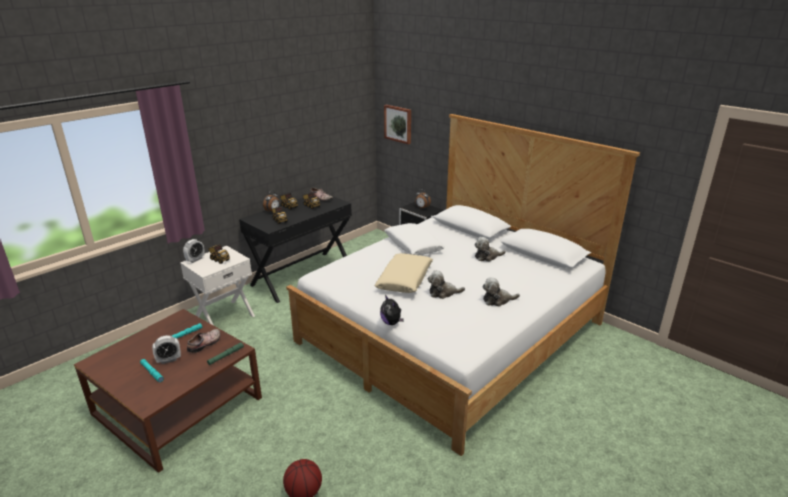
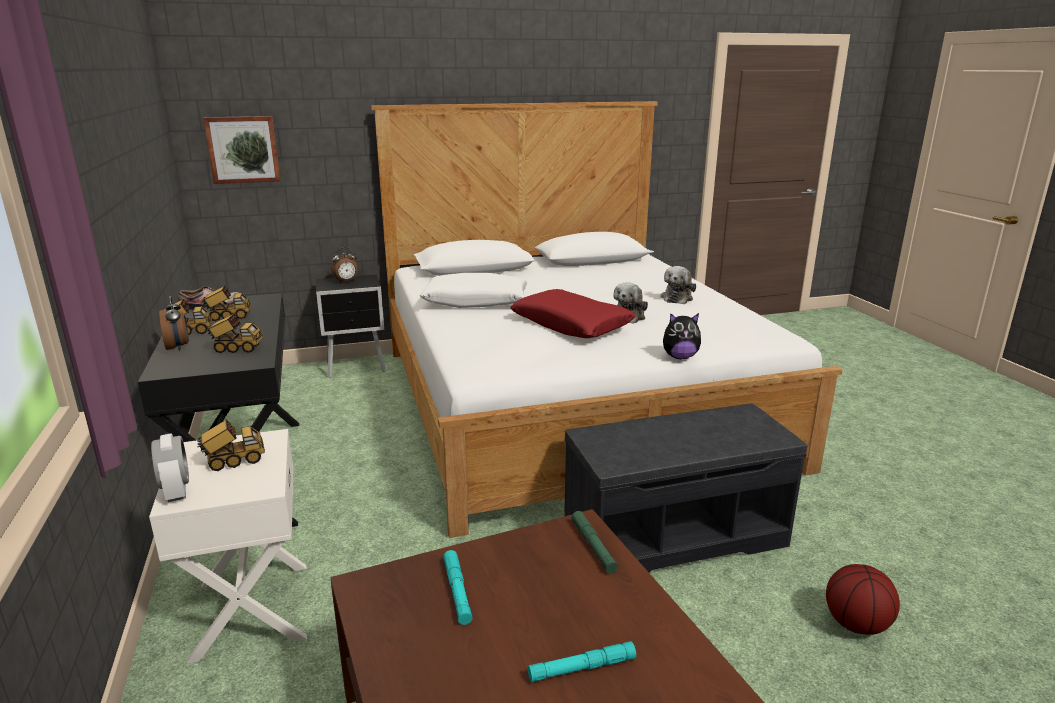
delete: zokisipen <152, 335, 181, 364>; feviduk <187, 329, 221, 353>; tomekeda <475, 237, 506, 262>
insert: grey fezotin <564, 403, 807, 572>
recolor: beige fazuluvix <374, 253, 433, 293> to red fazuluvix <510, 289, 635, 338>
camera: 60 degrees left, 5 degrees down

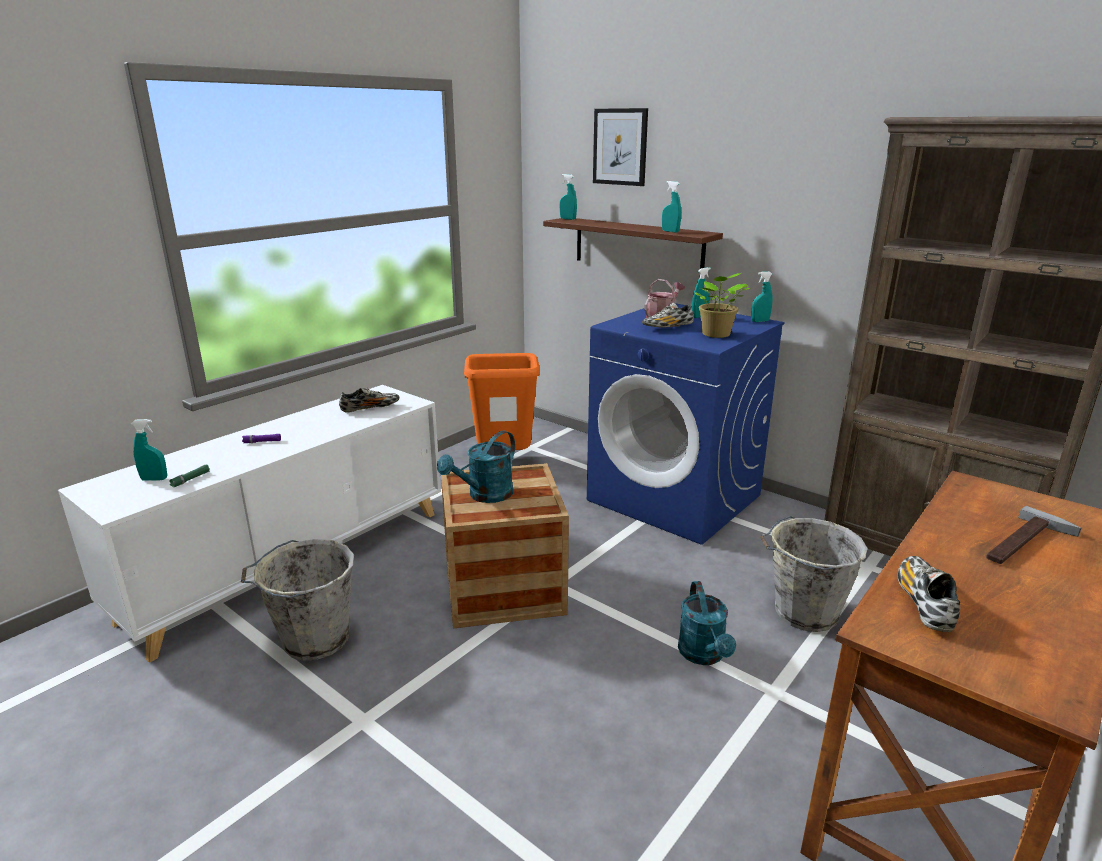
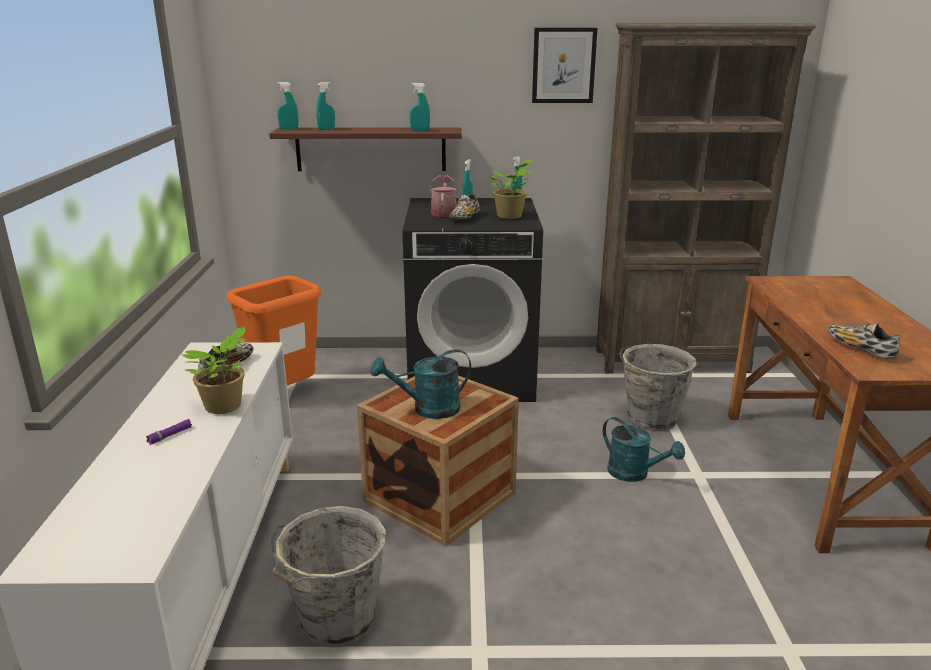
delete: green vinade <169, 464, 210, 488>; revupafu <986, 506, 1081, 564>
insert: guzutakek <182, 326, 246, 414>
move: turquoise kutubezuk <131, 419, 167, 481> to <316, 82, 335, 130>; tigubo <593, 108, 648, 186> to <532, 28, 597, 103>
recolor: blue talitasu <587, 303, 785, 545> to black talitasu <403, 198, 543, 402>
rotate: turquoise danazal <437, 430, 515, 503> = <371, 349, 471, 419> 75 degrees clockwise
camera: 40 degrees left, 0 degrees up

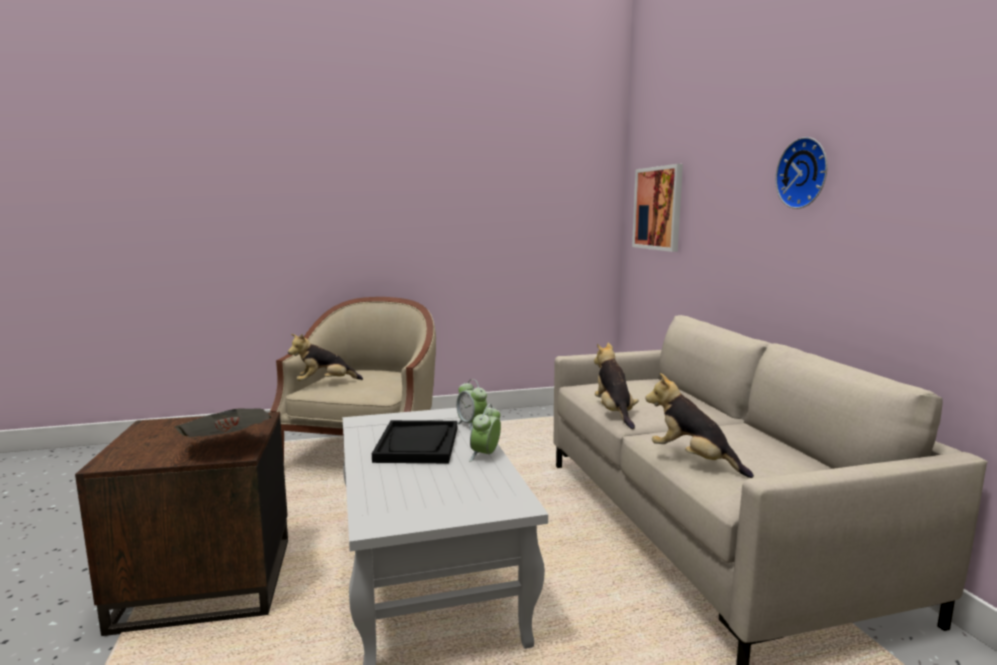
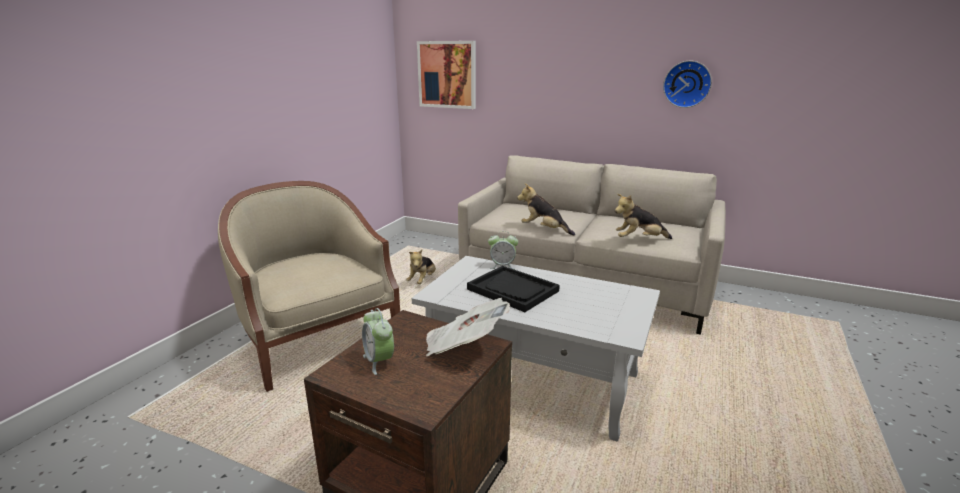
move: zokisipen <469, 404, 501, 461> to <362, 308, 394, 375>; tomekeda <288, 334, 363, 381> to <406, 250, 436, 284>; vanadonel <775, 137, 827, 209> to <663, 61, 712, 108>
camera: 50 degrees left, 10 degrees up

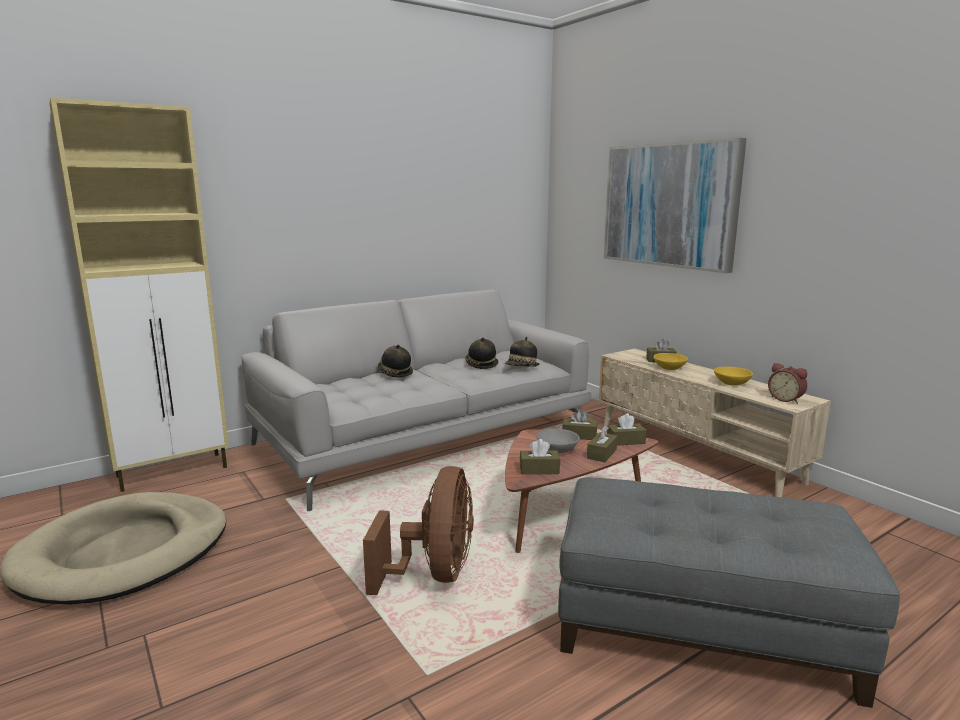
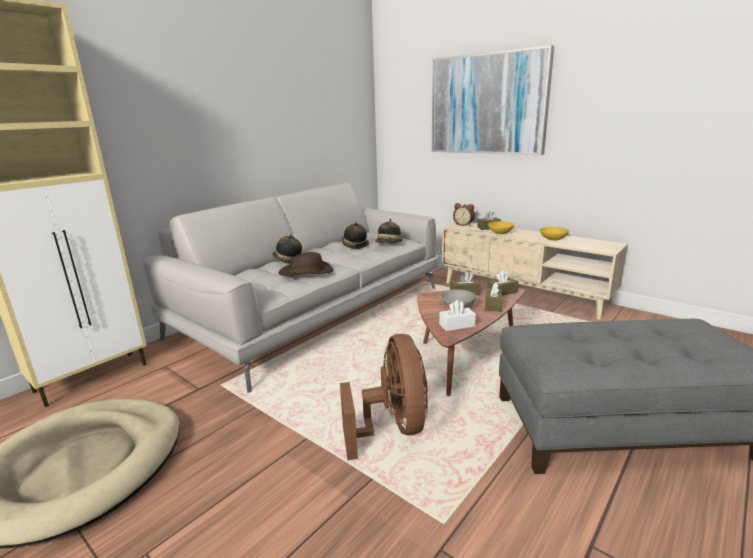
insert: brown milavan <278, 252, 333, 276>
move: zokisipen <768, 363, 807, 404> to <453, 203, 475, 226>
recolor: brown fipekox <520, 439, 560, 474> to white fipekox <439, 300, 476, 331>
camera: 15 degrees left, 5 degrees up

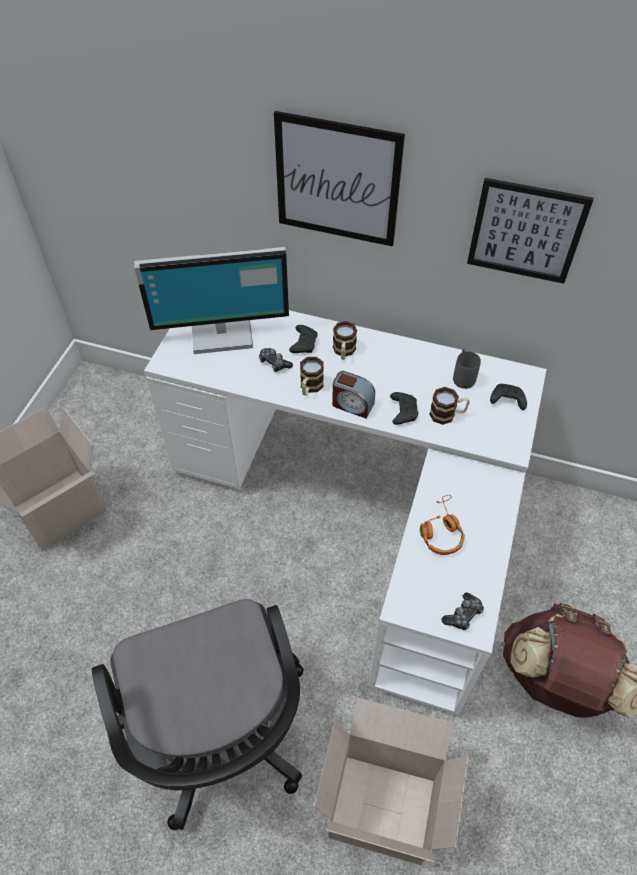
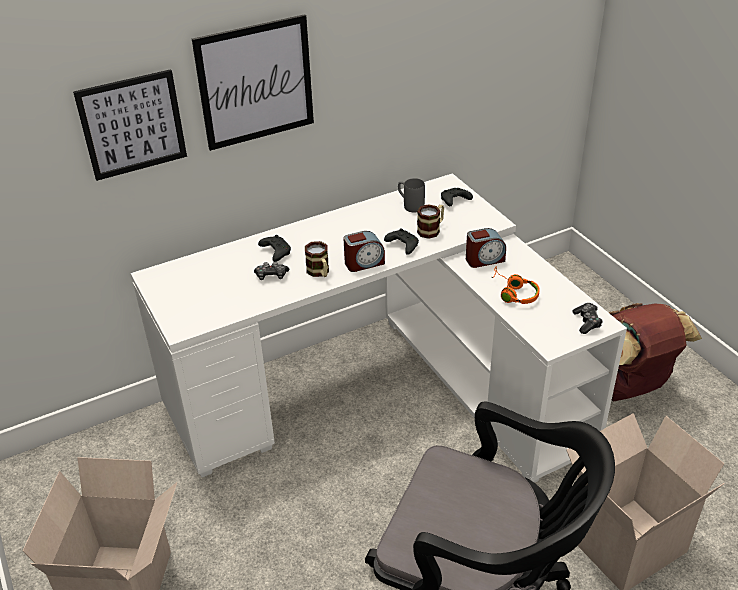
delete: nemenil <134, 247, 289, 354>; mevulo <333, 321, 357, 360>
insert: zokisipen <466, 228, 506, 268>
move: tigubo <467, 178, 594, 284> to <73, 69, 187, 181>
camera: 45 degrees left, 15 degrees down

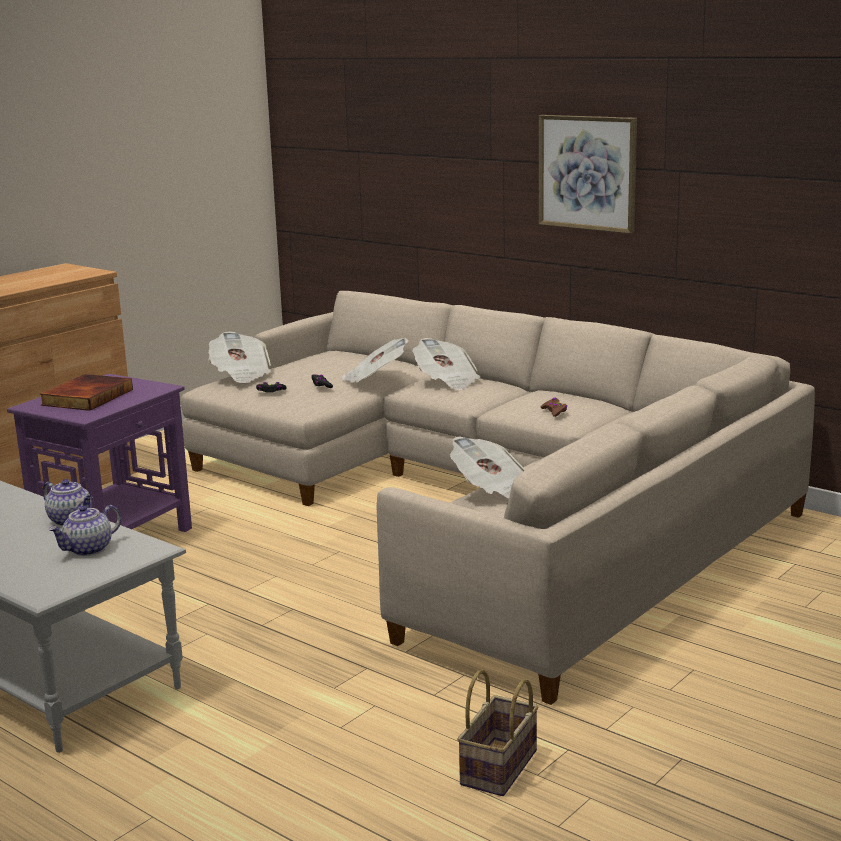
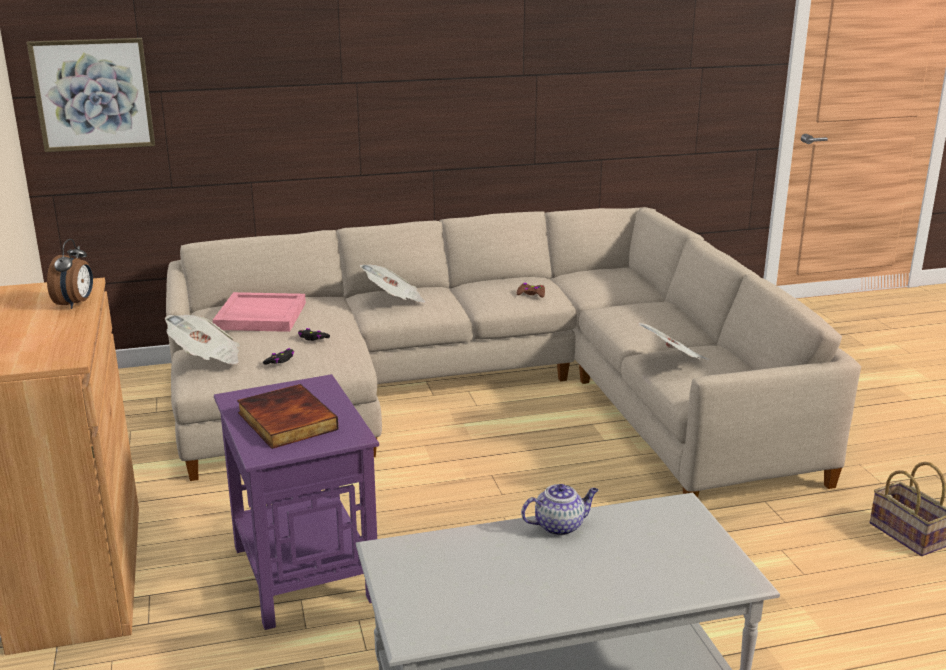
delete: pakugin <48, 505, 121, 556>; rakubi <341, 338, 409, 383>
insert: zokisipen <47, 239, 93, 309>; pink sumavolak <213, 292, 306, 332>
move: tigubo <539, 115, 637, 234> to <27, 38, 155, 152>
camera: 55 degrees left, 5 degrees up

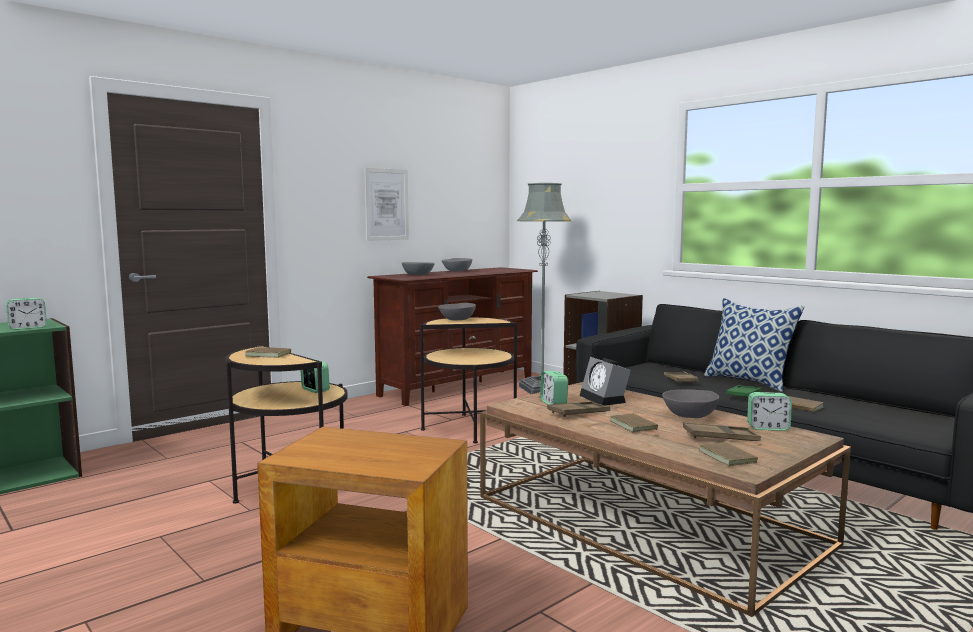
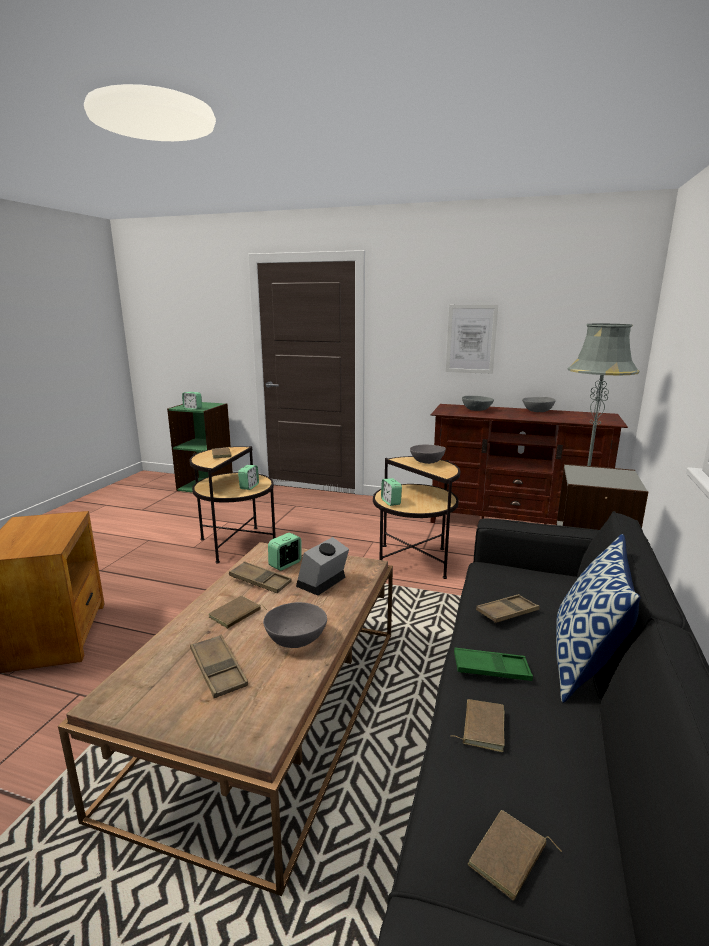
move: zokisipen <747, 392, 792, 431> to <381, 478, 402, 506>; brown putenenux <699, 441, 758, 466> to <468, 810, 562, 901>
camera: 60 degrees right, 10 degrees up

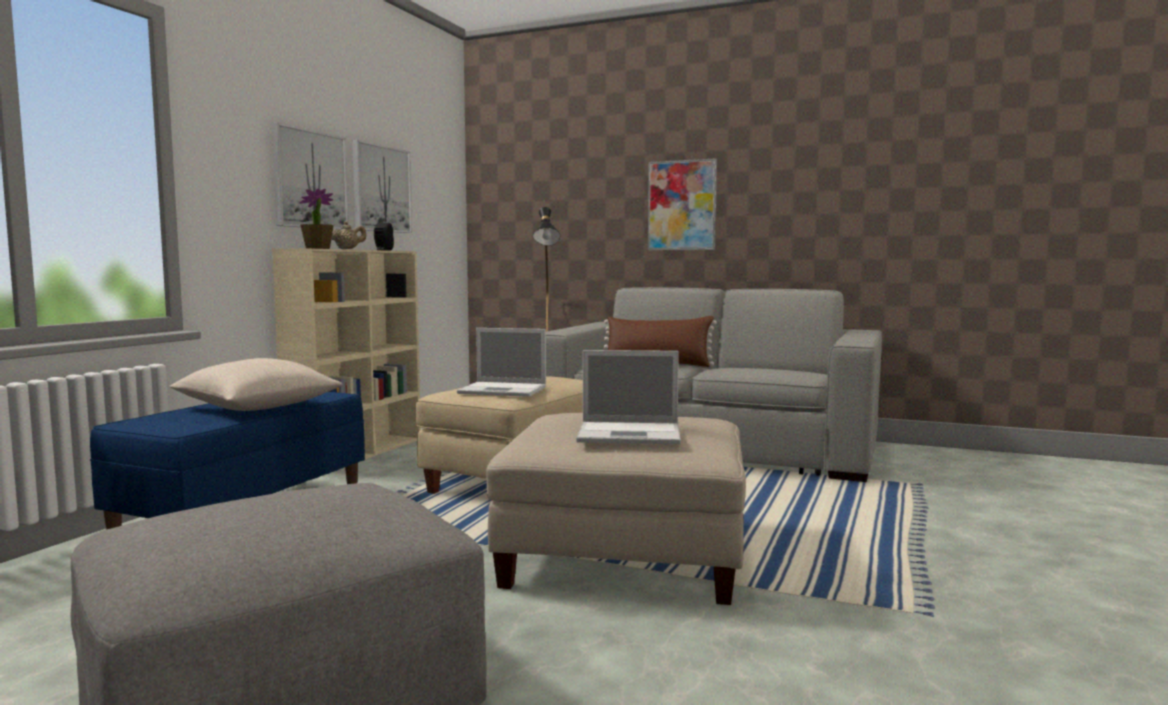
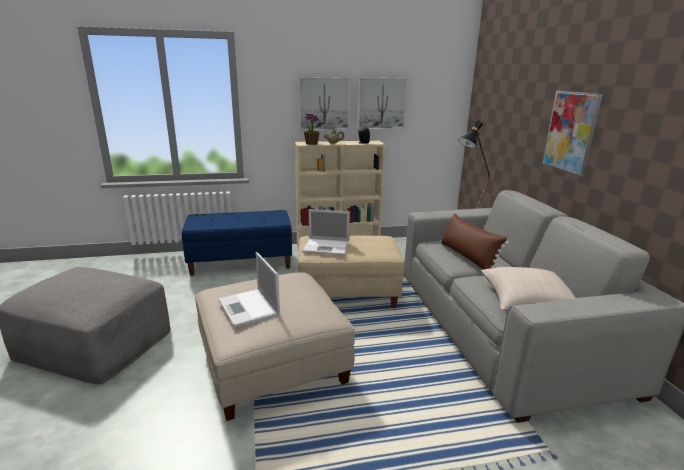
move: beige fazuluvix <169, 358, 343, 411> to <481, 267, 576, 311>
rotate: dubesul <457, 328, 546, 397> = <302, 209, 350, 255> 60 degrees counterclockwise
camera: 55 degrees right, 15 degrees up

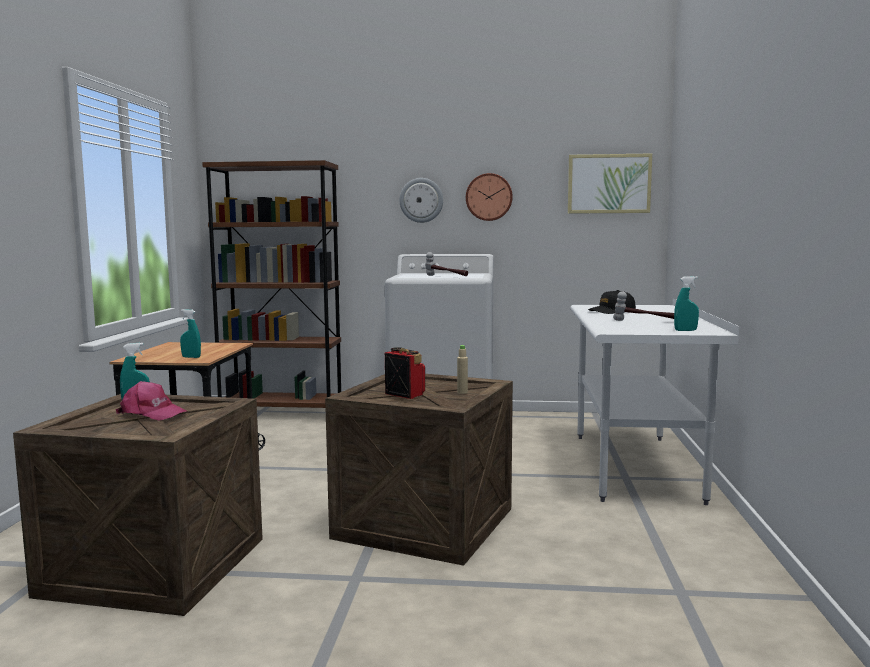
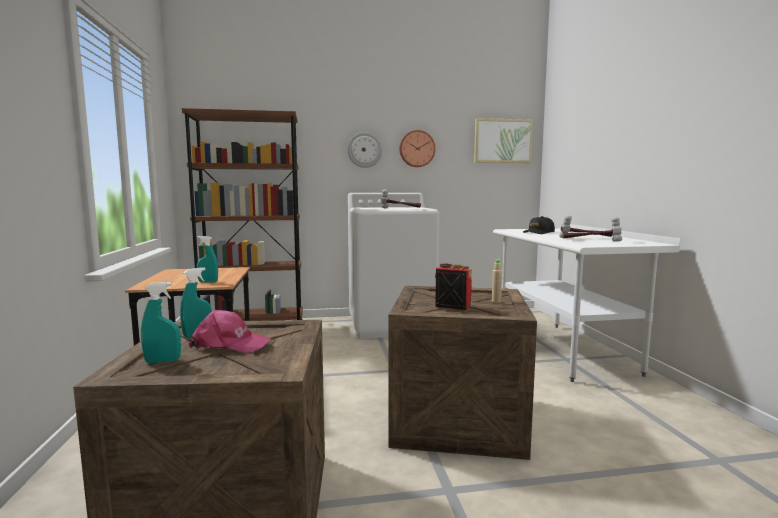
insert: revupafu <563, 217, 622, 242>
move: turquoise kutubezuk <674, 276, 699, 331> to <141, 282, 181, 363>
camera: 15 degrees left, 0 degrees up

